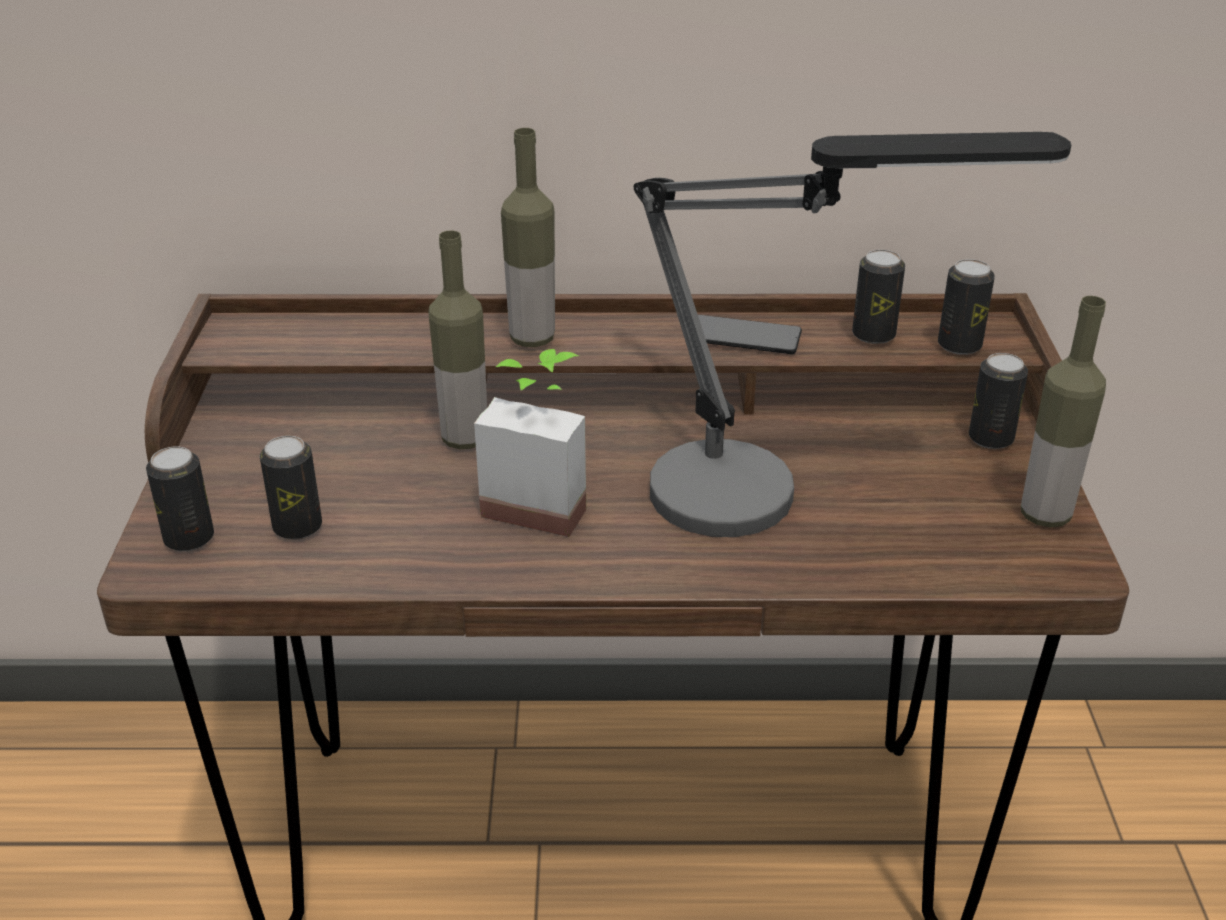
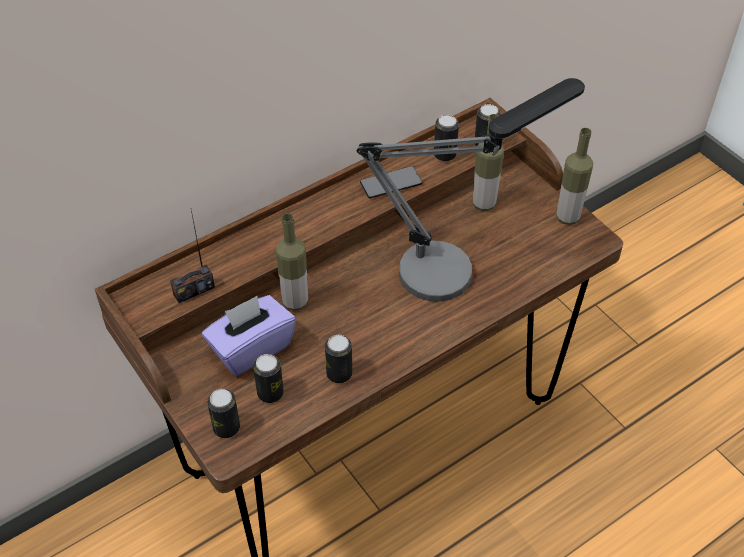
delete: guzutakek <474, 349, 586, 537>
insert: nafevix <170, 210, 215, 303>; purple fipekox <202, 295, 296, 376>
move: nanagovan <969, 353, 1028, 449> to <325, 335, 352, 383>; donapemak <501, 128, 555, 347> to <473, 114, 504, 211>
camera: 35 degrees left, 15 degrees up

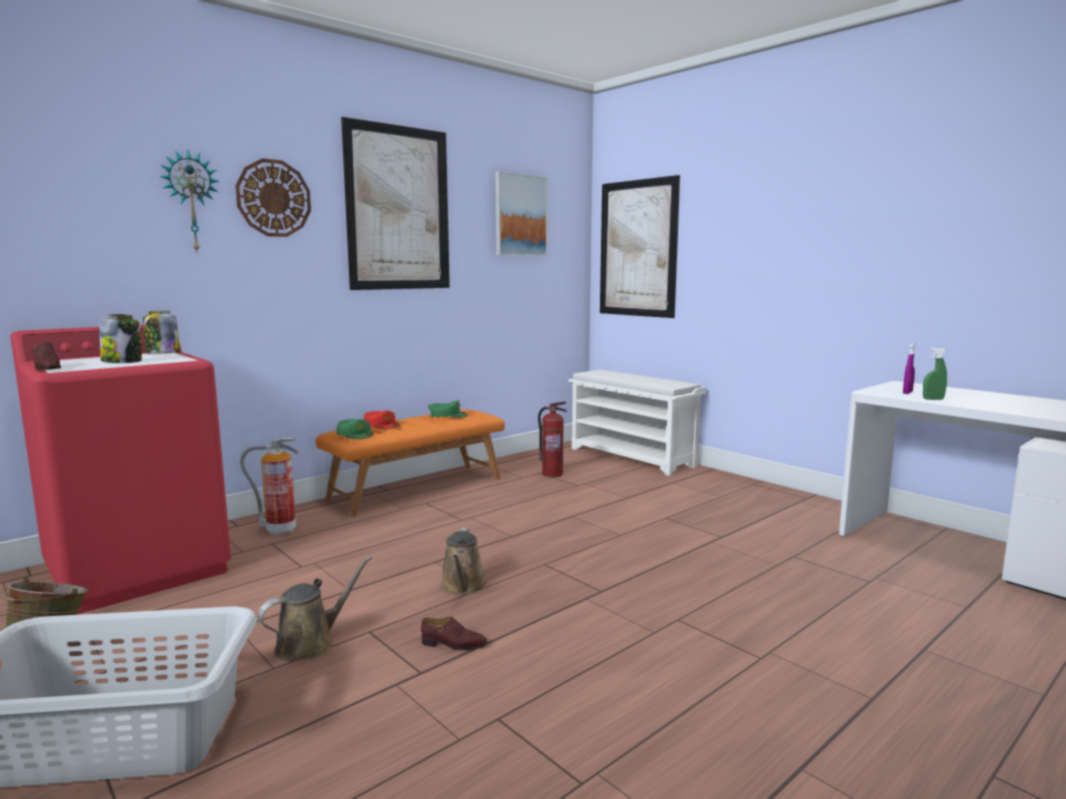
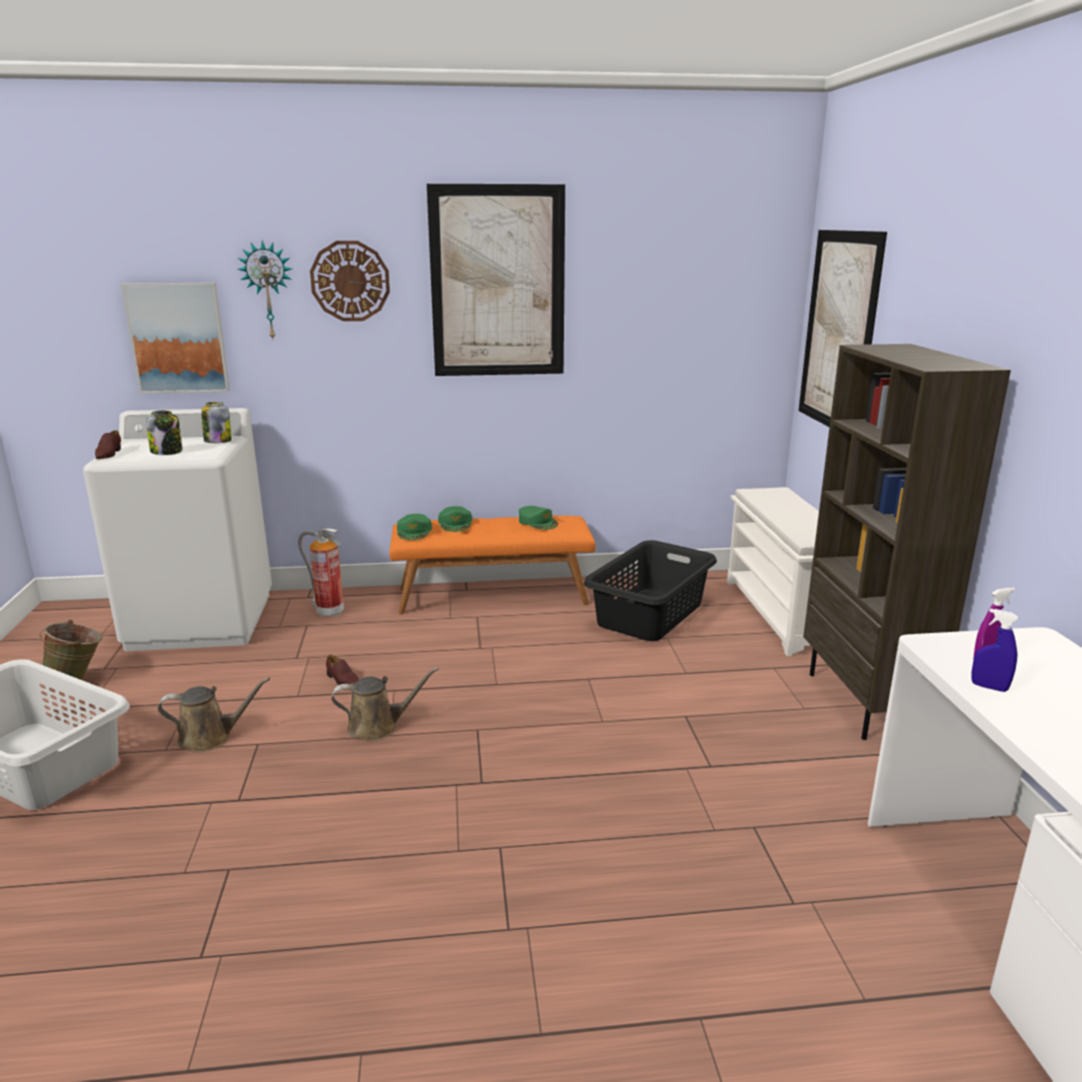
insert: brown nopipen <803, 344, 1011, 740>
move: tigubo <495, 171, 548, 256> to <121, 283, 230, 394>; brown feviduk <421, 616, 487, 651> to <326, 655, 359, 685>
replace: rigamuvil <538, 401, 567, 477> to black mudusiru <584, 540, 717, 641>
recolor: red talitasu <10, 325, 231, 614> to white talitasu <83, 408, 272, 651>; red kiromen <364, 410, 400, 429> to green kiromen <438, 506, 472, 532>; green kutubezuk <923, 347, 947, 400> to blue kutubezuk <971, 609, 1019, 692>
rotate: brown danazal <440, 528, 487, 595> = <332, 667, 439, 741> 135 degrees counterclockwise
camera: 35 degrees right, 10 degrees up

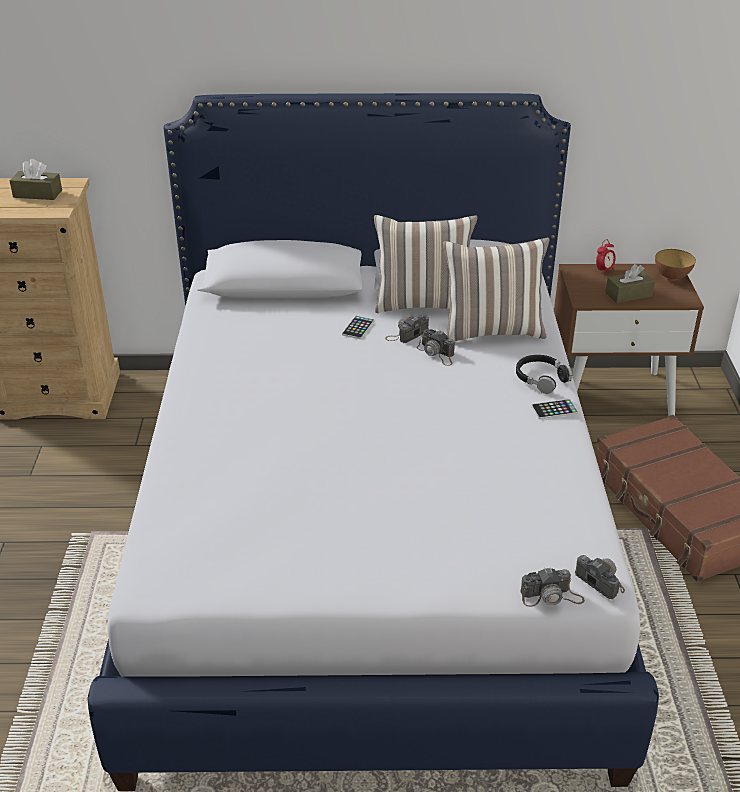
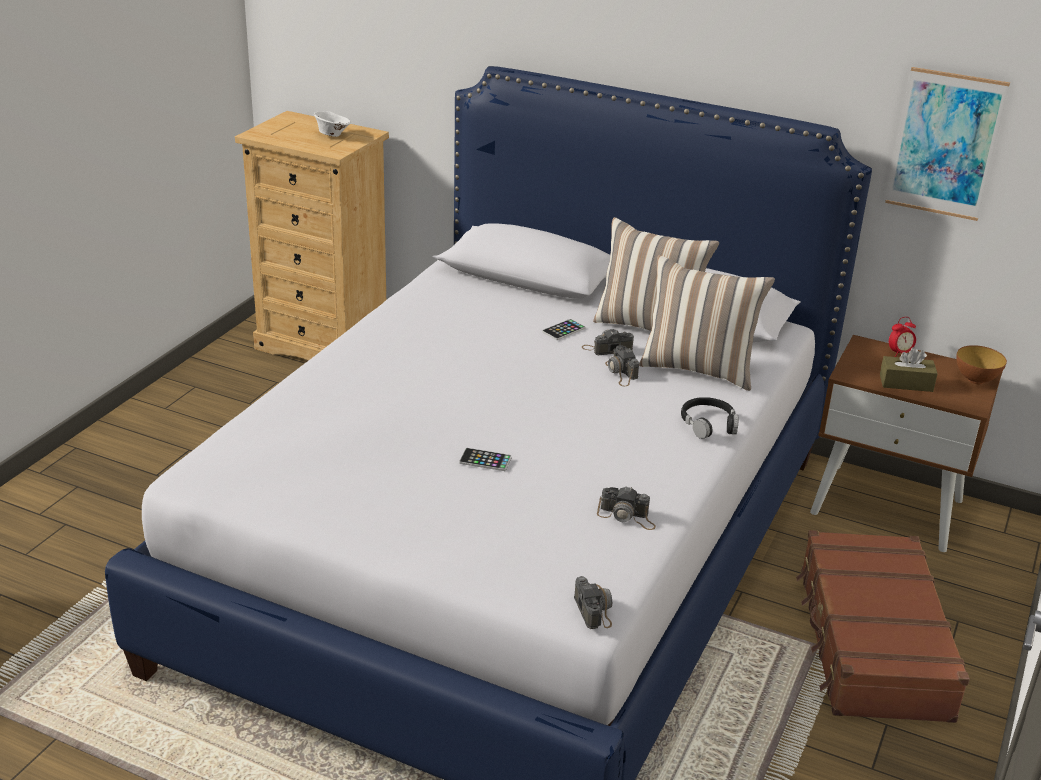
insert: tigubo <885, 67, 1010, 221>
move: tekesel <531, 399, 578, 419> to <459, 448, 512, 471>; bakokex <520, 567, 585, 607> to <597, 487, 656, 530>
replace: brown fipekox <9, 159, 62, 200> to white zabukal <314, 111, 351, 137>
camera: 25 degrees right, 5 degrees down

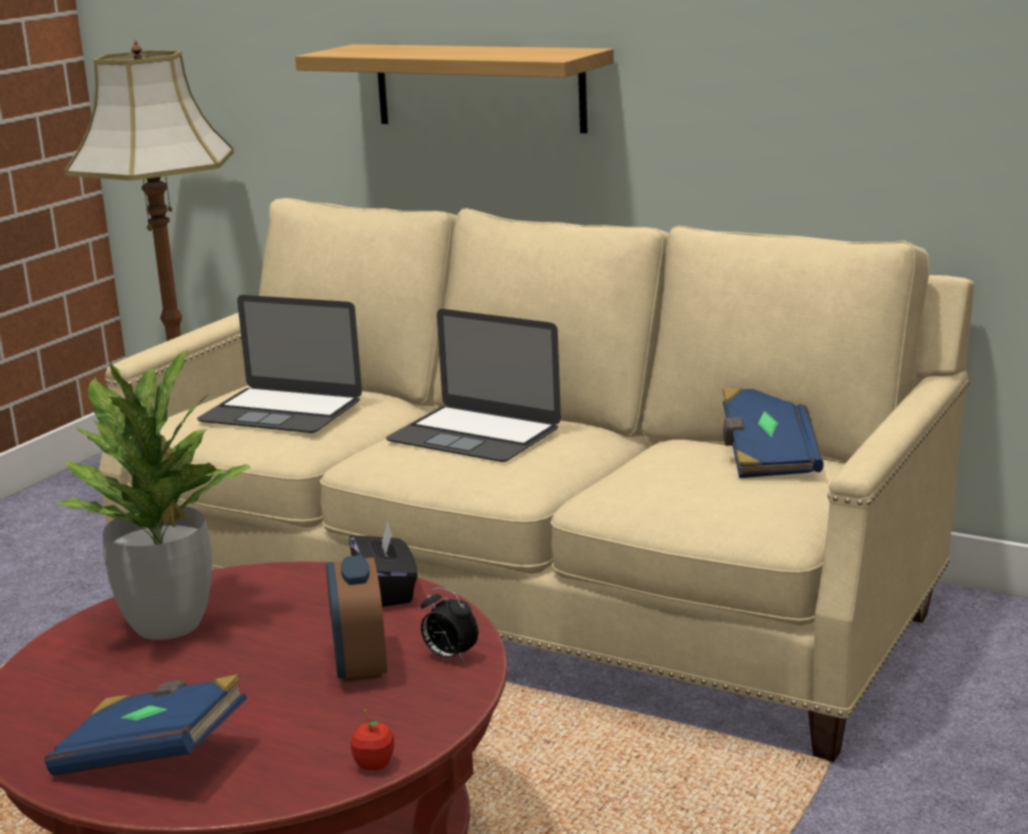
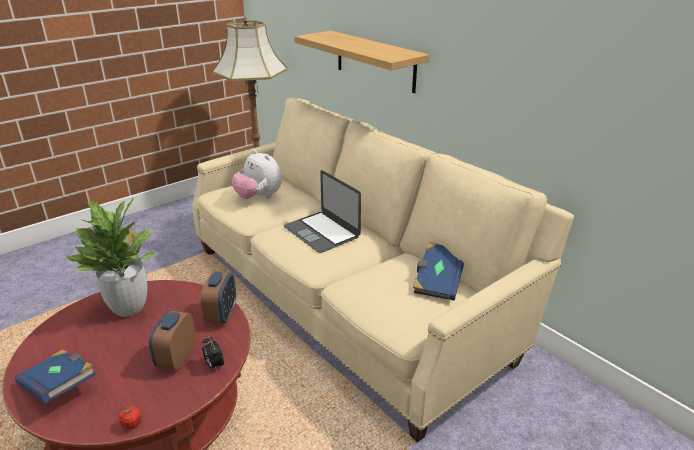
replace: black fipekox <349, 522, 418, 607> to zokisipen <201, 272, 236, 324>; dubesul <197, 295, 362, 433> to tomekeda <232, 150, 282, 199>
camera: 20 degrees right, 10 degrees up

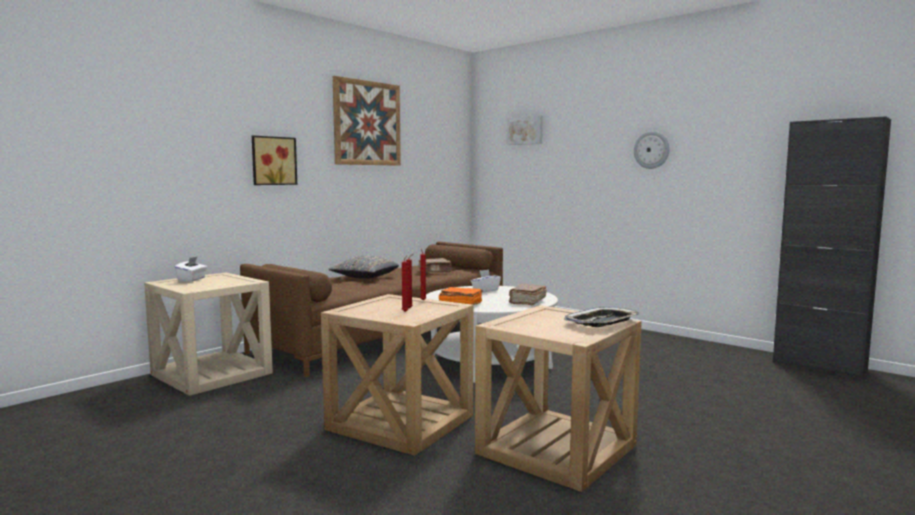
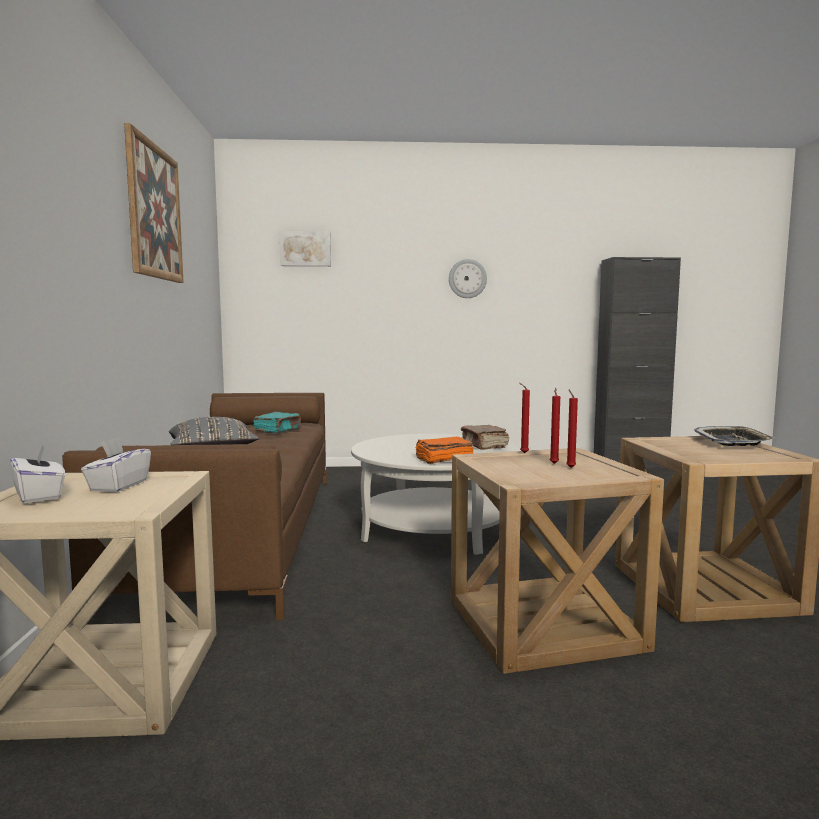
delete: tigubo <252, 136, 297, 185>
move: white fipekox <471, 269, 501, 292> to <81, 438, 151, 492>
recolor: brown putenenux <419, 258, 452, 272> to turquoise putenenux <253, 412, 302, 433>
camera: 45 degrees left, 0 degrees up

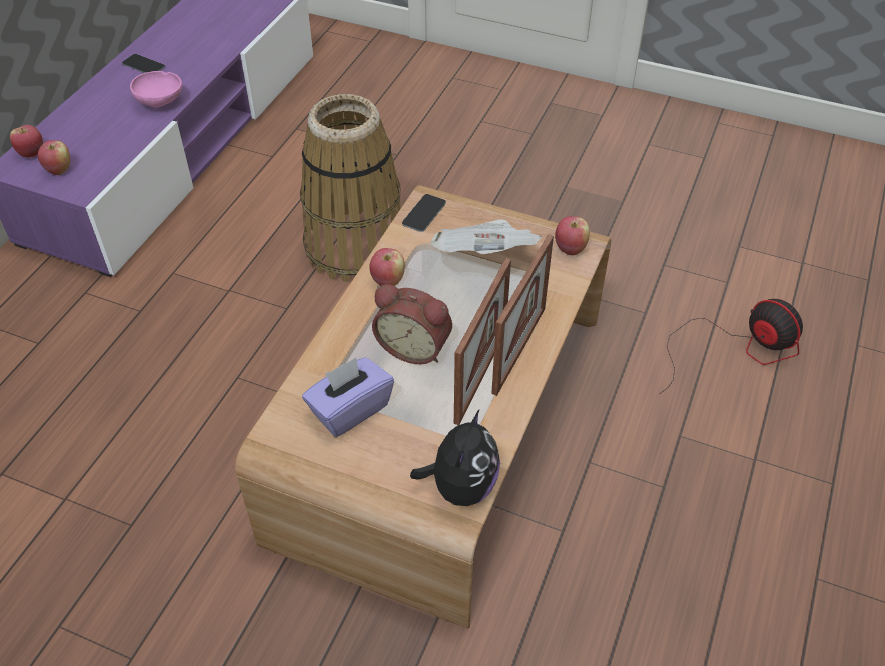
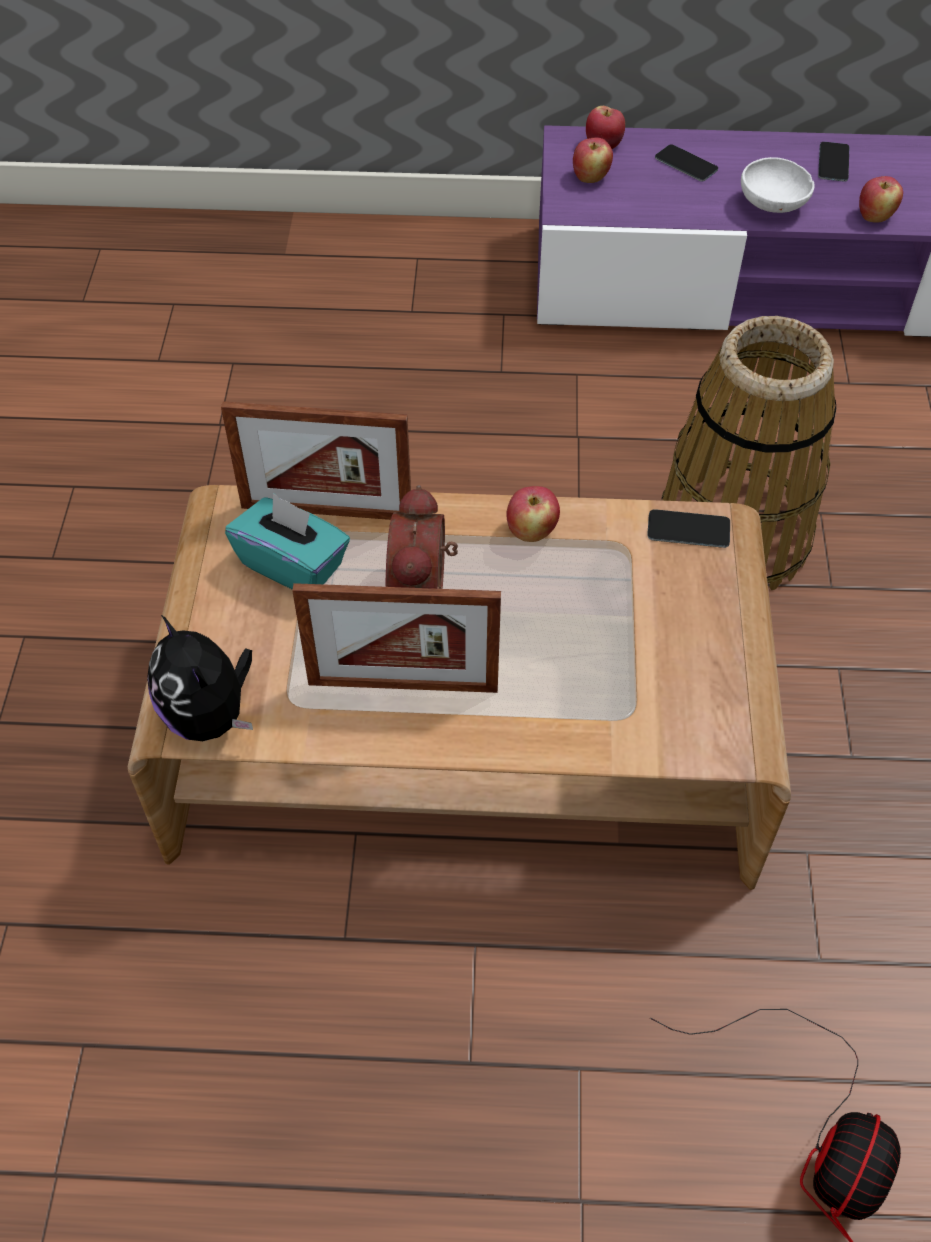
delete: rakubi <430, 219, 543, 254>
insert: tekesel <655, 145, 718, 181>
move: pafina <491, 234, 554, 396> to <221, 401, 411, 520>; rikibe <555, 216, 590, 255> to <859, 176, 903, 223>
recolor: purple fipekox <302, 357, 394, 437> to turquoise fipekox <225, 493, 350, 590>; pink zabukal <130, 71, 182, 107> to white zabukal <741, 157, 815, 213>
rotate: tomekeda <410, 409, 500, 506> = <147, 615, 253, 741> 60 degrees clockwise
camera: 70 degrees right, 5 degrees up

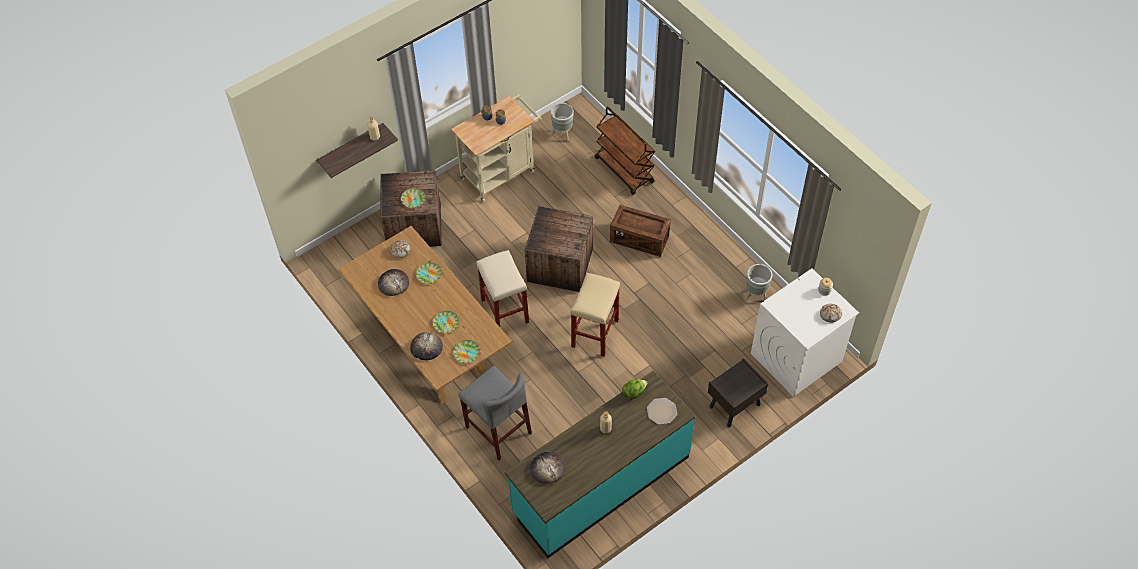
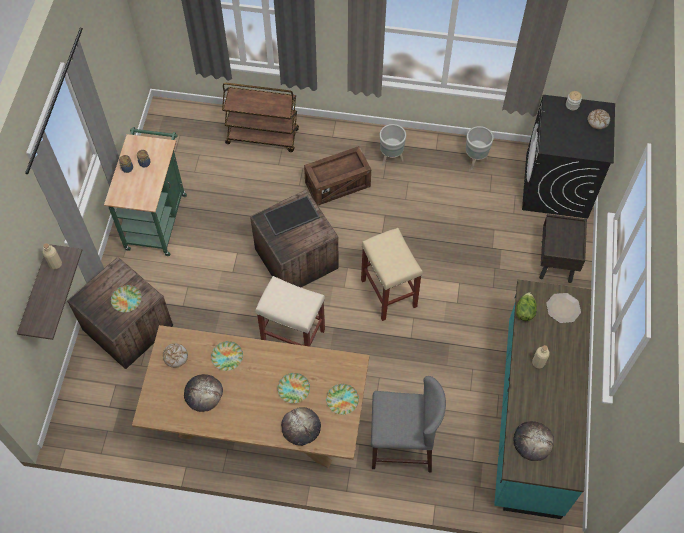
insert: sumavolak <263, 195, 320, 236>
move: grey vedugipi <550, 103, 574, 142> to <380, 124, 406, 166>
recolor: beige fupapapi <451, 94, 542, 202> to green fupapapi <104, 127, 187, 256>; white talitasu <751, 268, 859, 397> to black talitasu <522, 95, 615, 219>
camera: 45 degrees left, 5 degrees up

